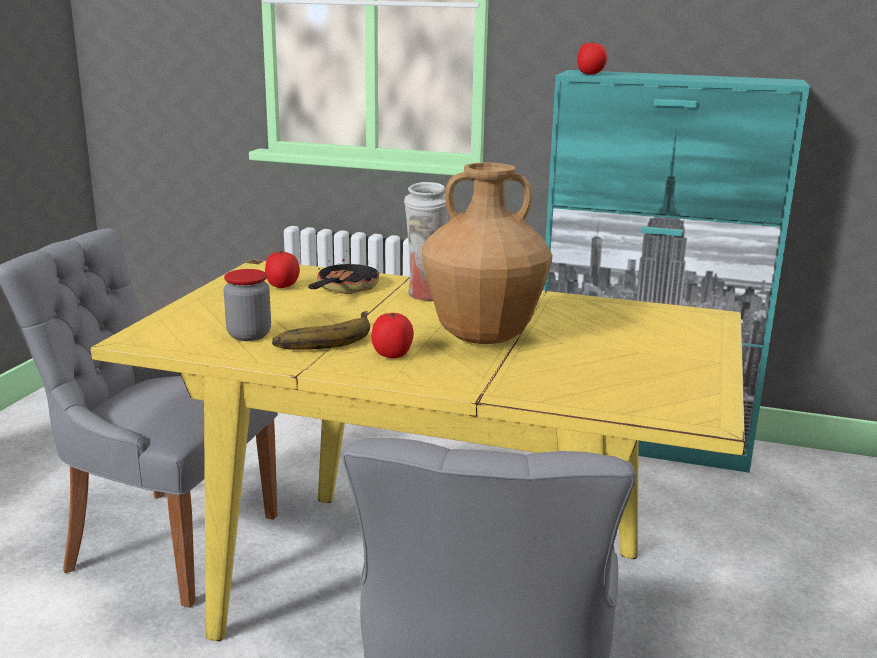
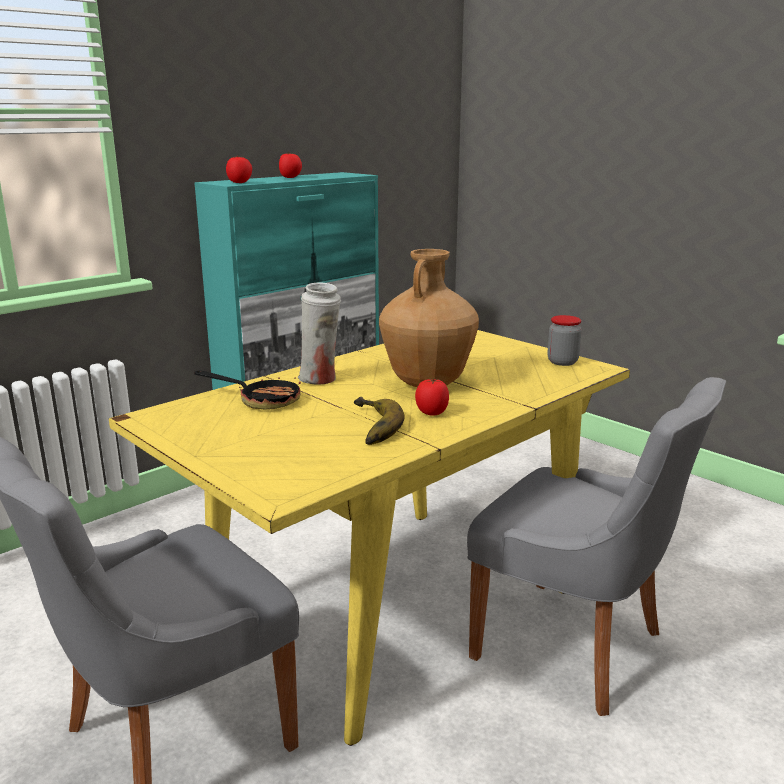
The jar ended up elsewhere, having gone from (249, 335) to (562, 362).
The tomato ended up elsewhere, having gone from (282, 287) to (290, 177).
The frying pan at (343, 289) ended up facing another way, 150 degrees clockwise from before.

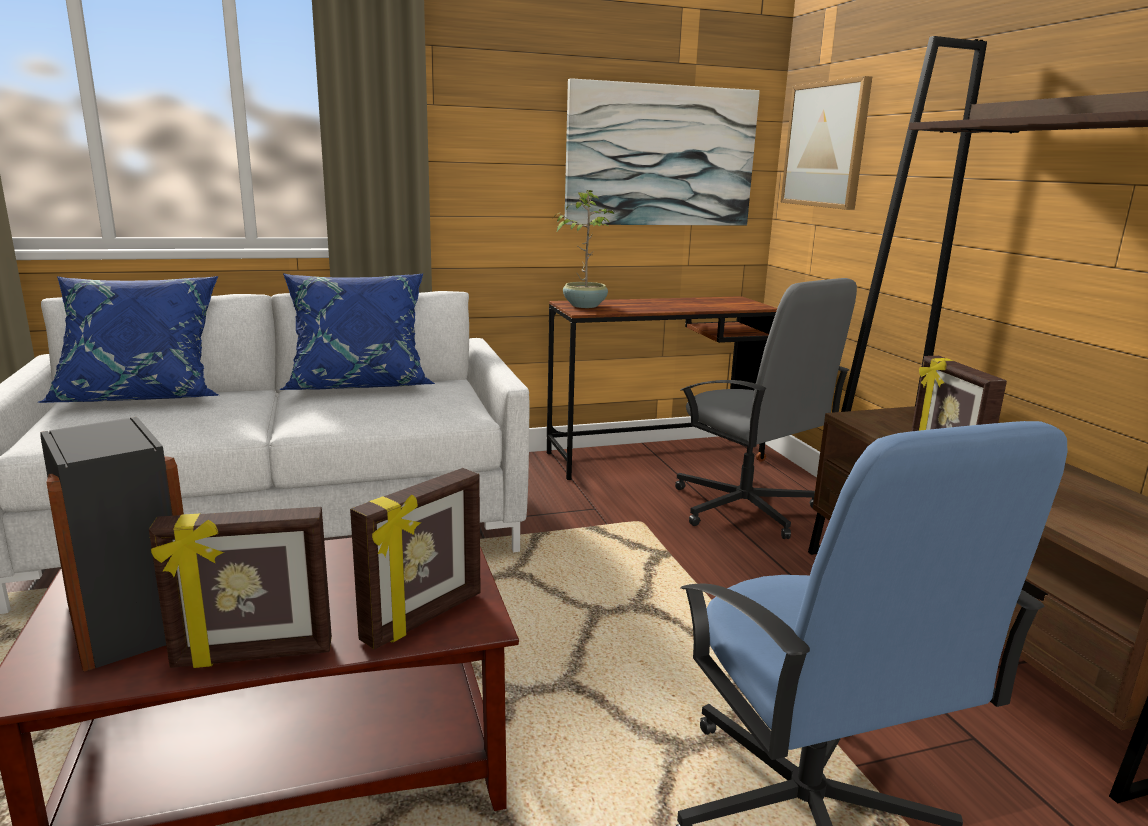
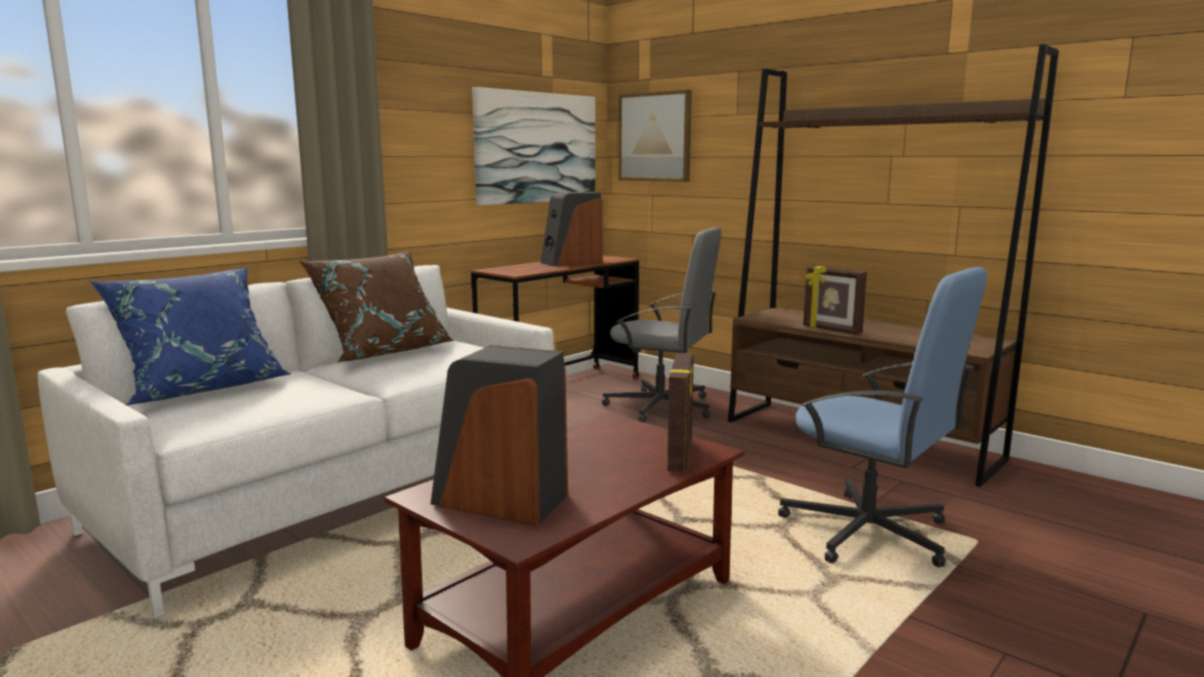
The second view lost the picture frame at (253, 656).
What was the blue pillow at (360, 384) turned into the brown pillow at (383, 352).
The second view lost the potted plant at (585, 305).
The second view gained the speaker at (571, 262).

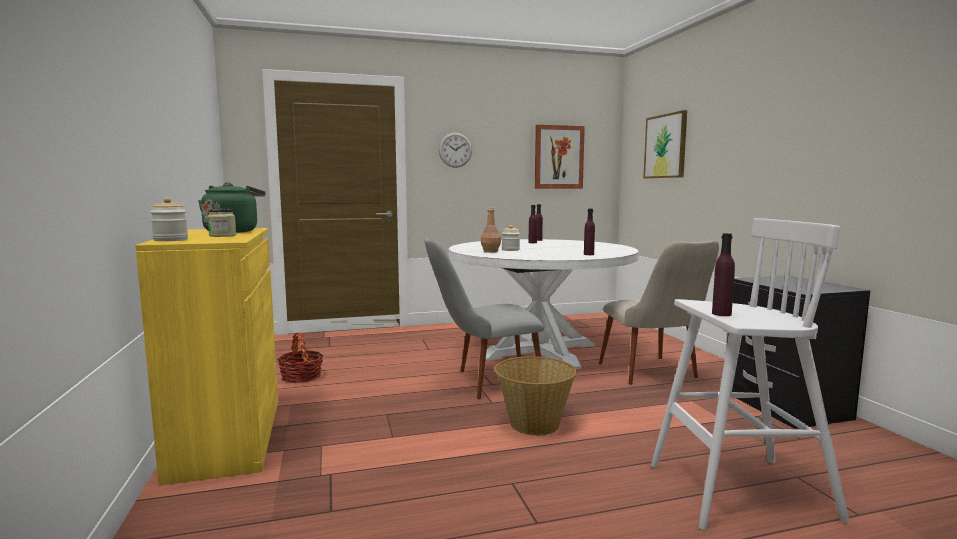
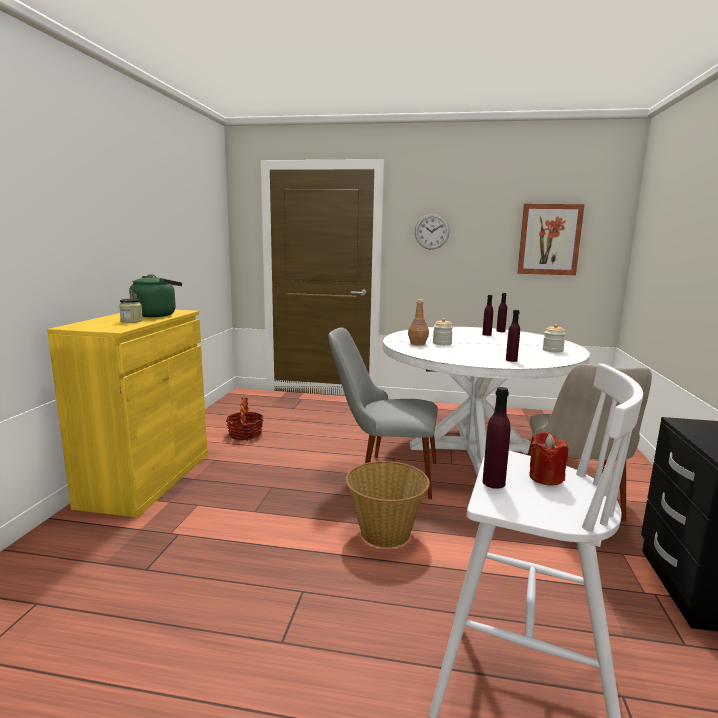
The jar ended up elsewhere, having gone from (170, 240) to (552, 350).
The second view lost the picture at (665, 146).
The second view gained the red candle at (545, 478).

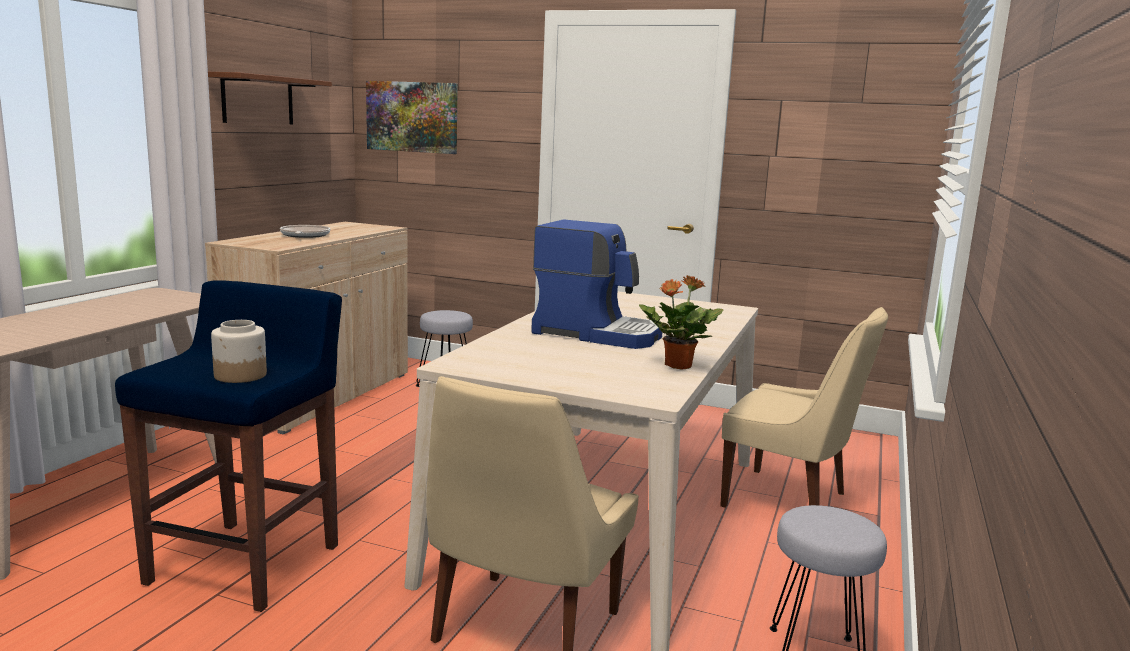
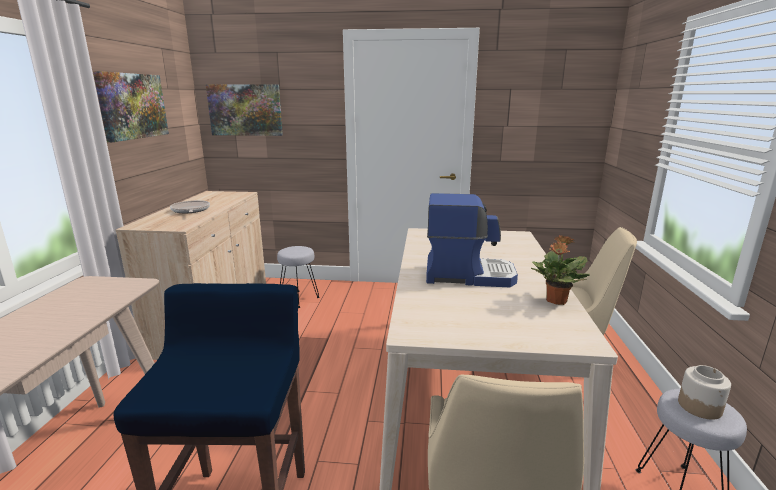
Where the brown shelf hung at (258, 100), the picture came to hang at (132, 106).
The jar ended up elsewhere, having gone from (241, 375) to (699, 406).

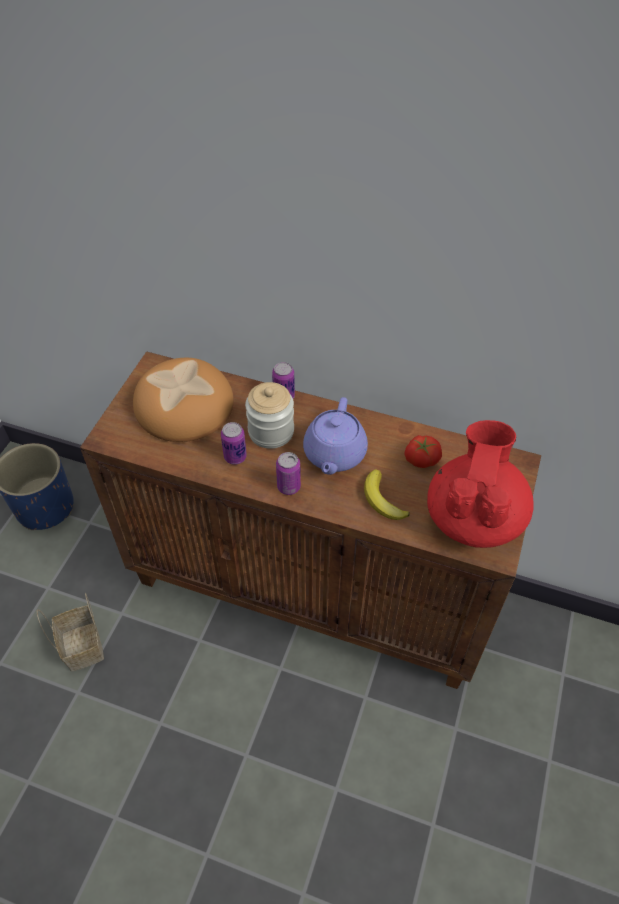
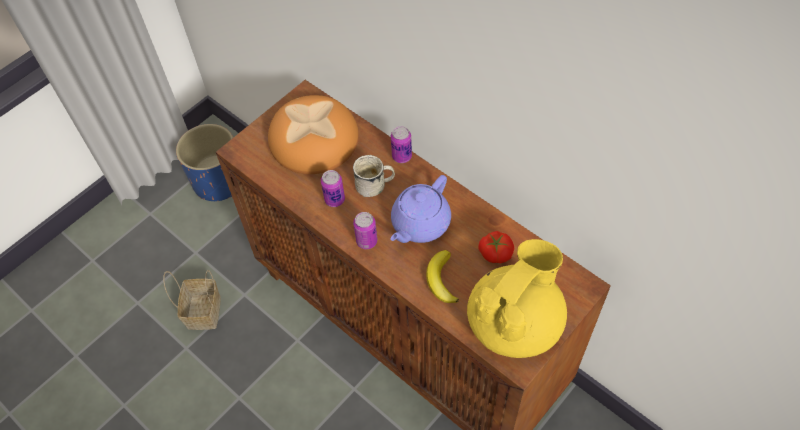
Where the jar stood at (271, 431), the white mug came to stand at (375, 186).
What was the red teapot at (474, 517) turned into the yellow teapot at (515, 323).

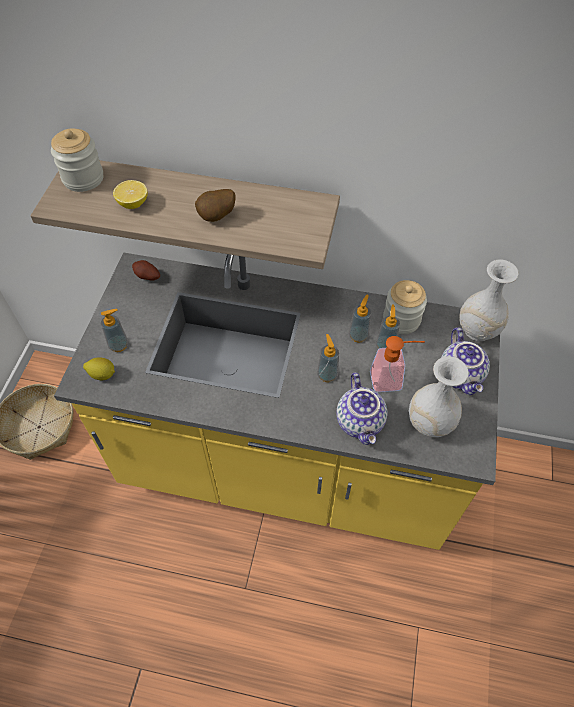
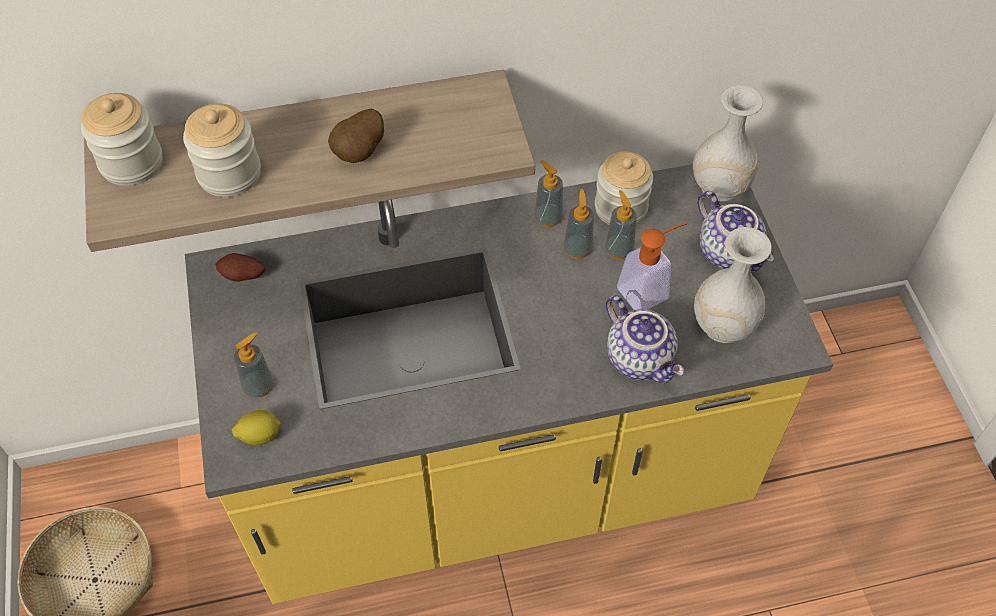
Where the lemon stood at (133, 203), the jar came to stand at (229, 174).
The soap dispenser ended up elsewhere, having gone from (327, 374) to (548, 218).

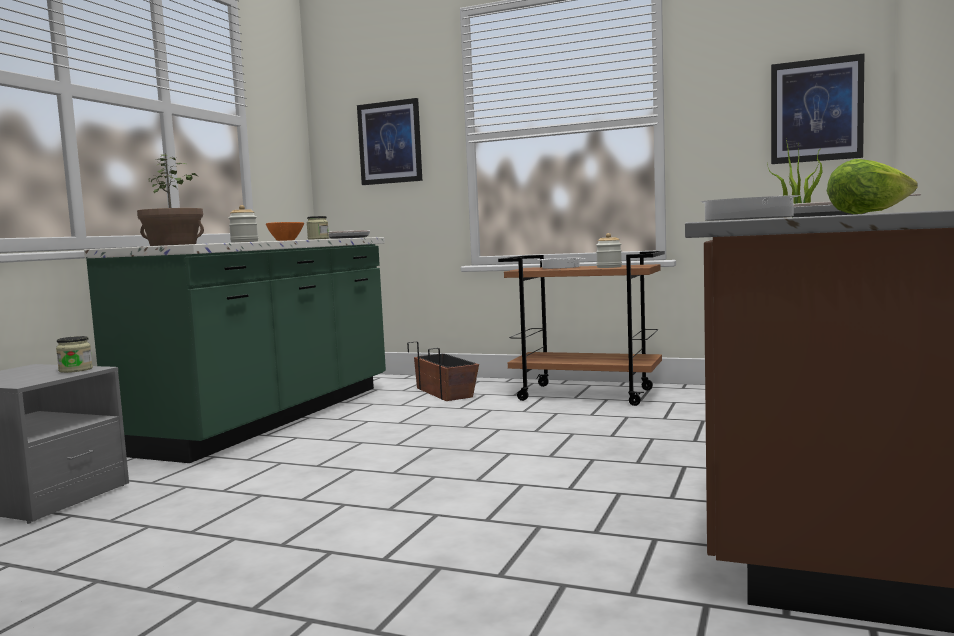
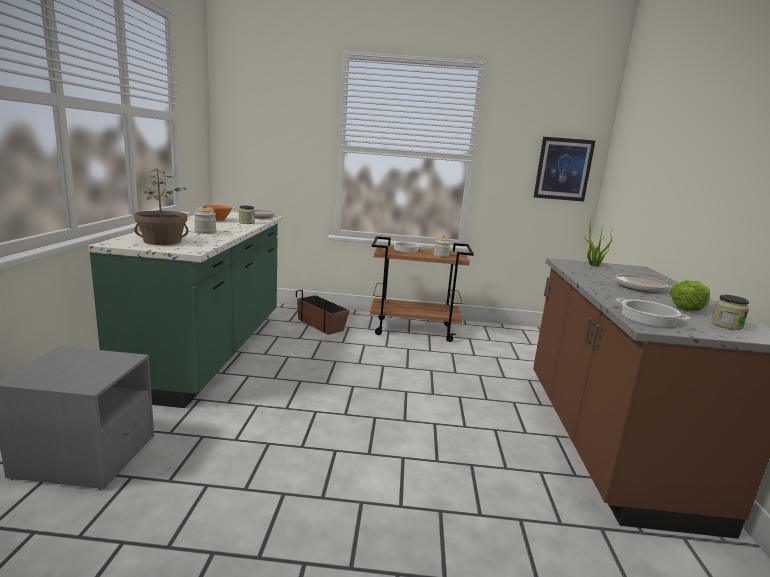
The jar ended up elsewhere, having gone from (75, 370) to (726, 325).
The second view lost the picture at (390, 142).

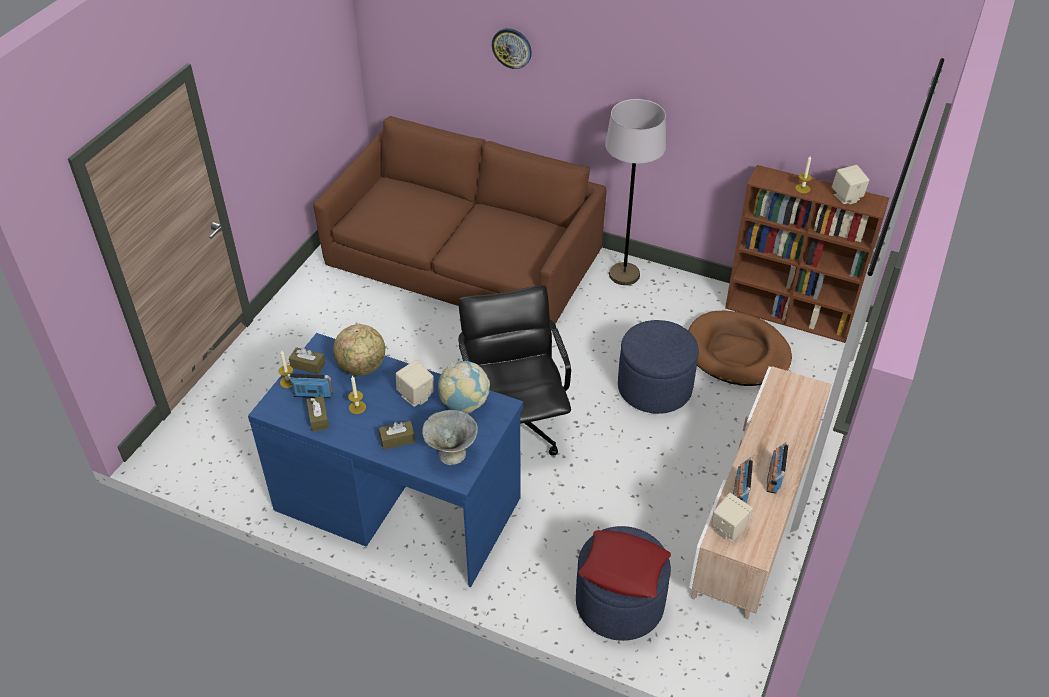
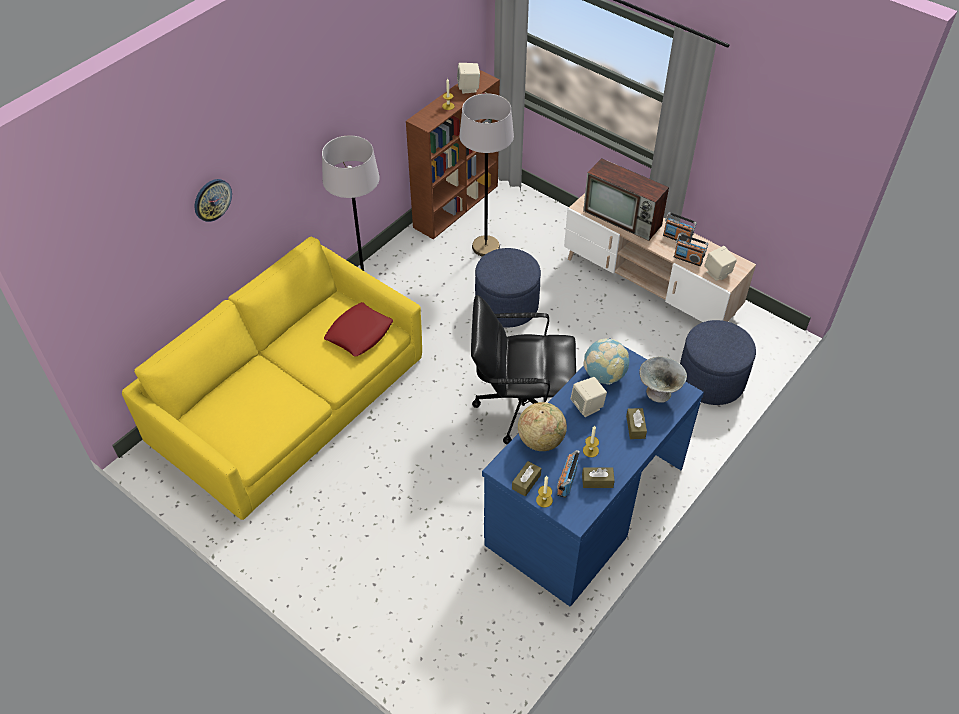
What was the brown sofa at (465, 259) turned into the yellow sofa at (288, 399).
The red pillow ended up elsewhere, having gone from (624, 568) to (359, 333).
Where the brown dog bed stood at (737, 352), the grey floor lamp came to stand at (485, 247).
The second view gained the television at (624, 218).

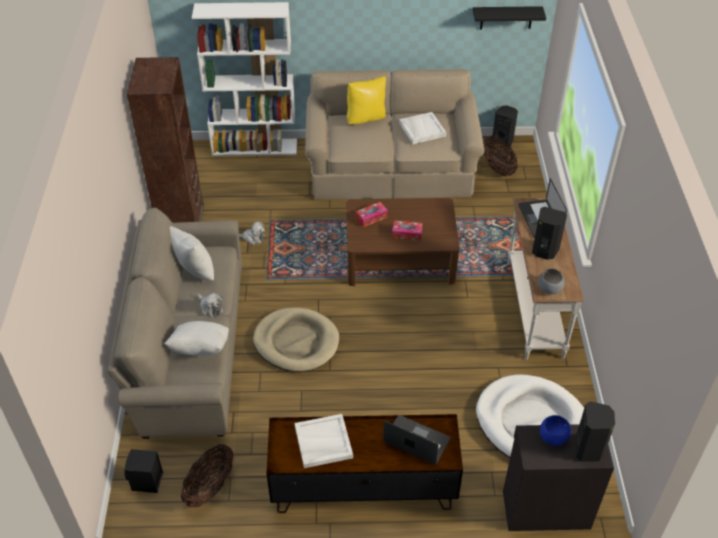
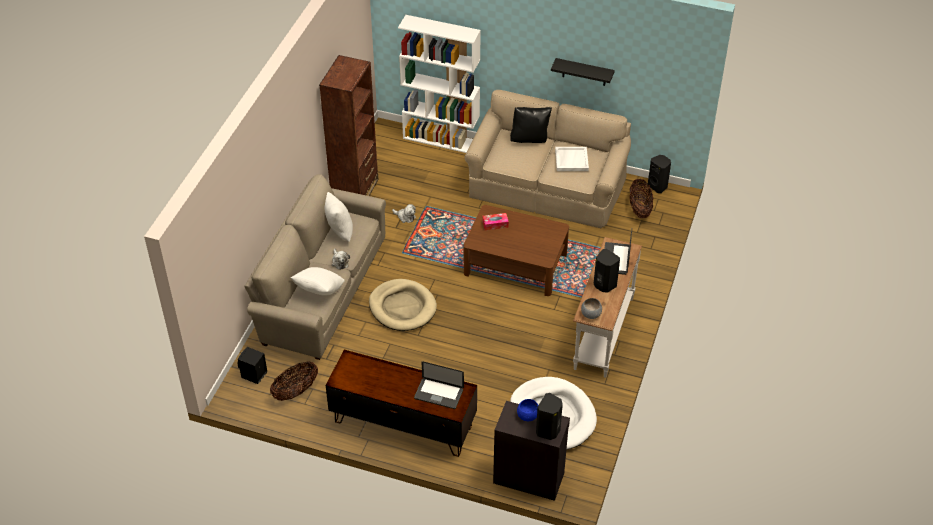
The second view lost the white tray at (323, 442).
What was the yellow pillow at (366, 118) turned into the black pillow at (529, 139).
The laptop at (416, 440) ended up facing another way, 150 degrees clockwise from before.
The second view lost the tissue box at (407, 234).
The black shelf ended up elsewhere, having gone from (506, 17) to (584, 72).

